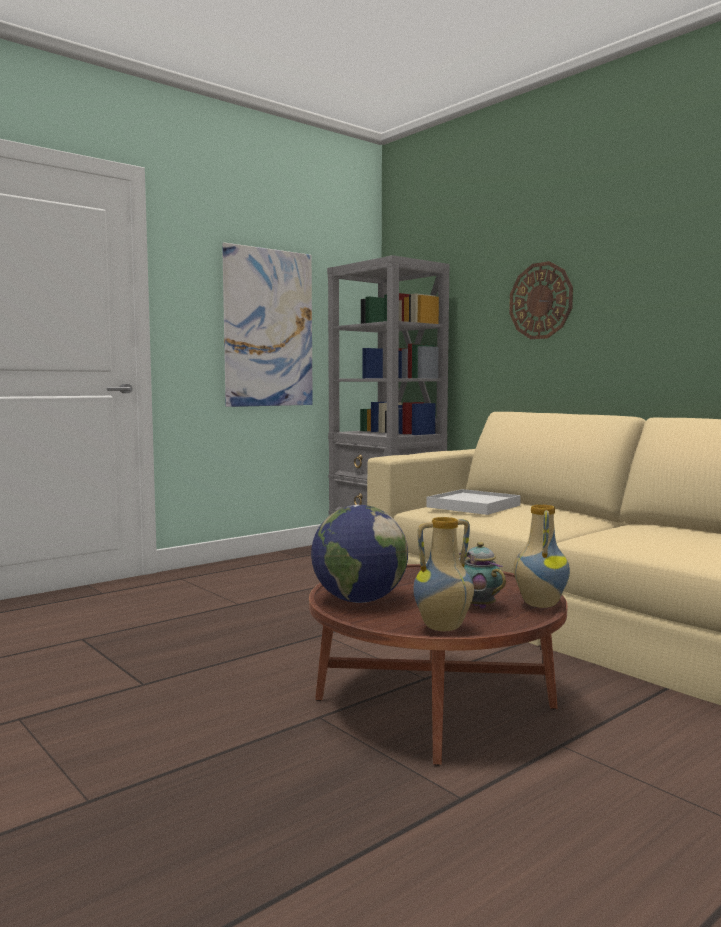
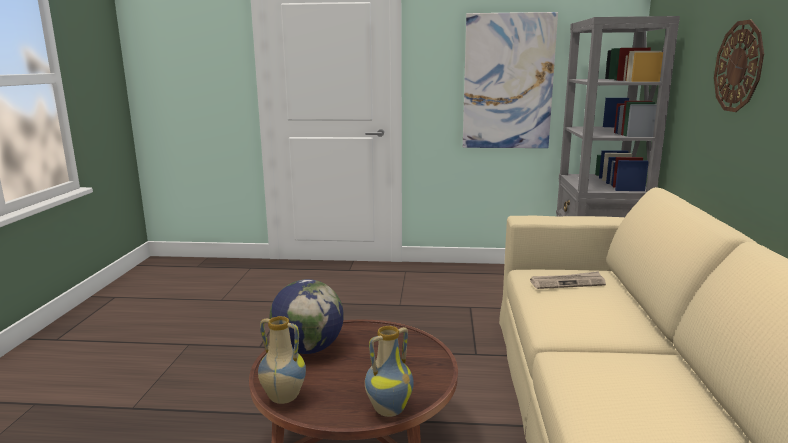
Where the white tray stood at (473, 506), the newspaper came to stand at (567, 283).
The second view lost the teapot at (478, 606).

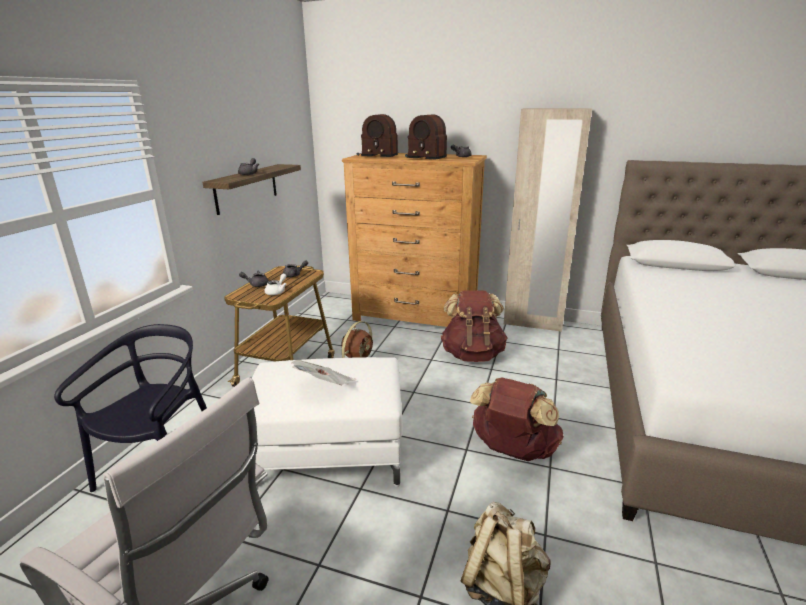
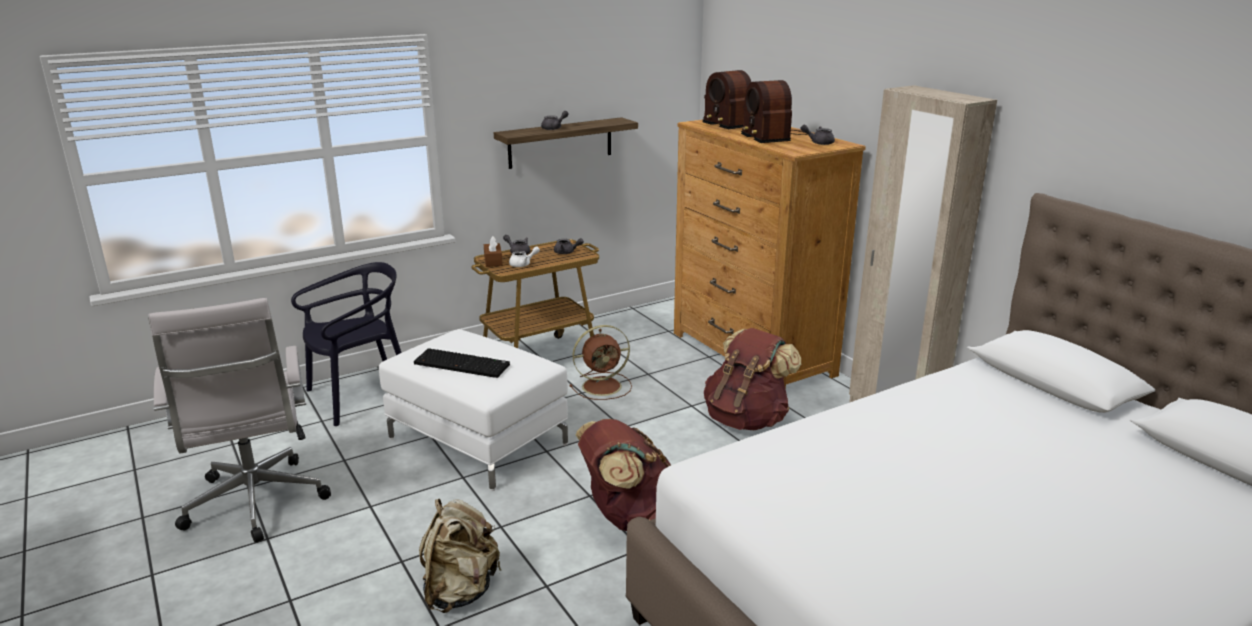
Where the newspaper stood at (325, 387), the keyboard came to stand at (463, 364).
The second view gained the brown tissue box at (493, 261).

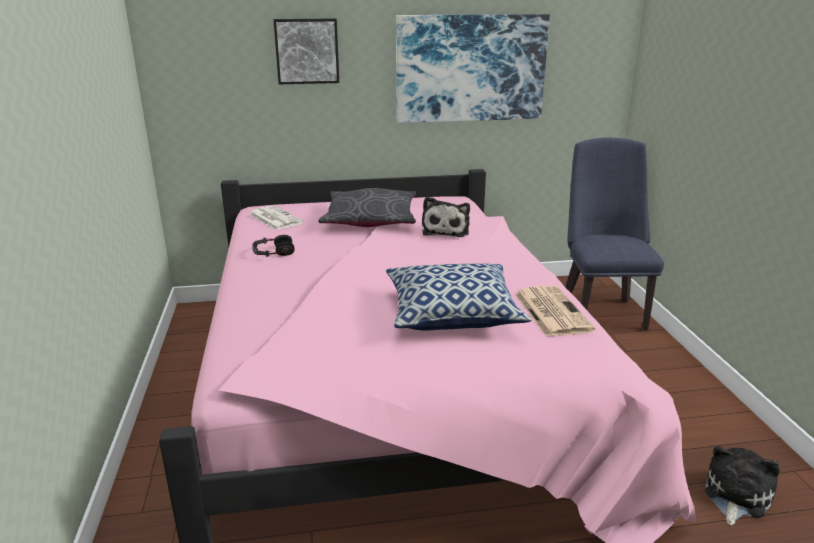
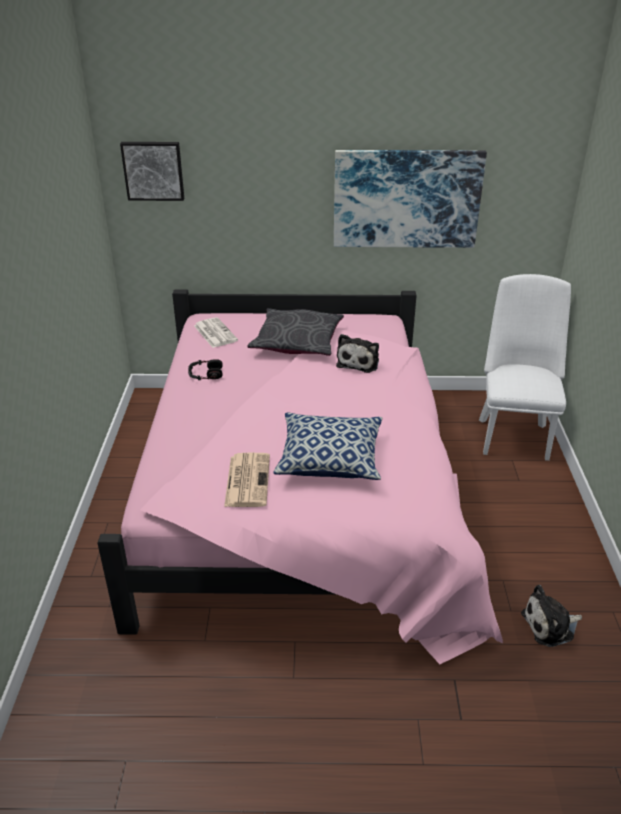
The picture ended up elsewhere, having gone from (307, 51) to (153, 170).
The newspaper ended up elsewhere, having gone from (550, 311) to (247, 480).
What was the blue chair at (600, 311) turned into the white chair at (513, 434).
The plush toy at (735, 496) ended up facing another way, 150 degrees counterclockwise from before.

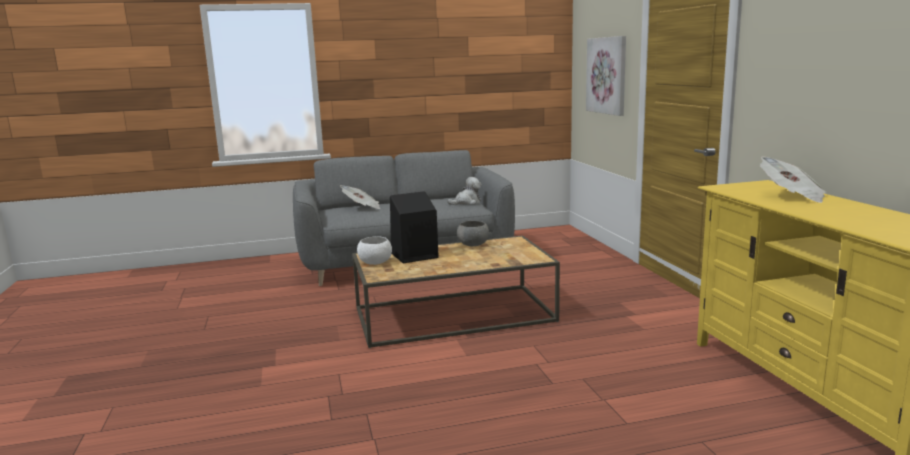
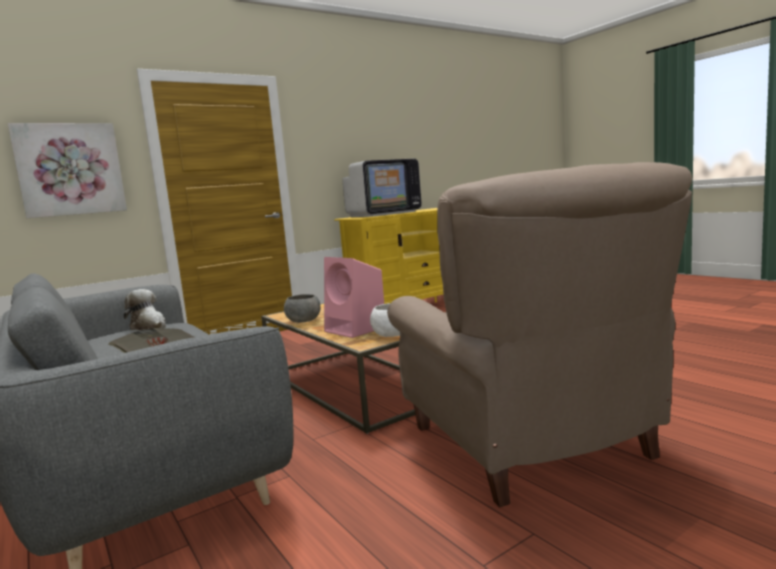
What was the black speaker at (413, 256) turned into the pink speaker at (356, 329).
Where the newspaper stood at (792, 196), the television came to stand at (384, 214).
The second view gained the beige armchair at (533, 445).

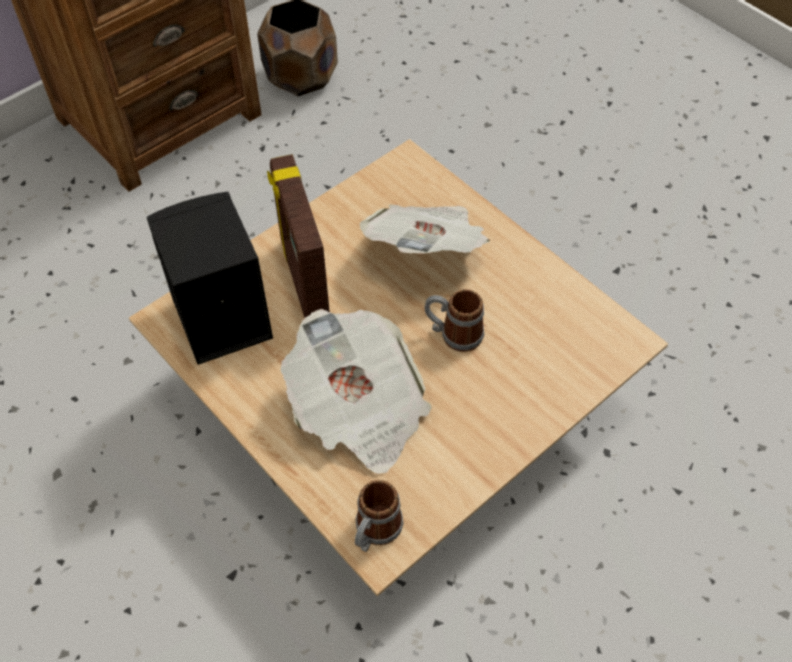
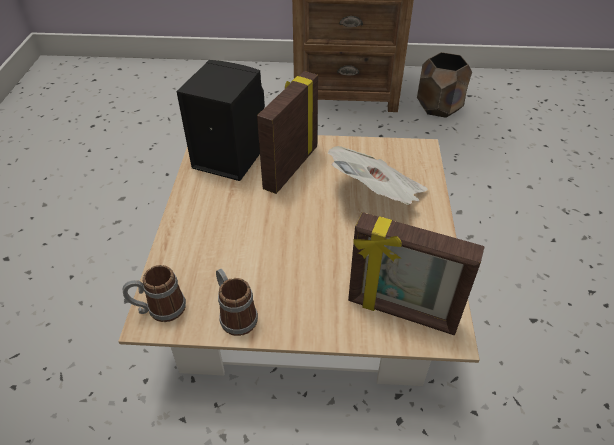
The second view lost the newspaper at (359, 410).
The mug ended up elsewhere, having gone from (453, 334) to (235, 315).
The second view gained the picture frame at (401, 312).

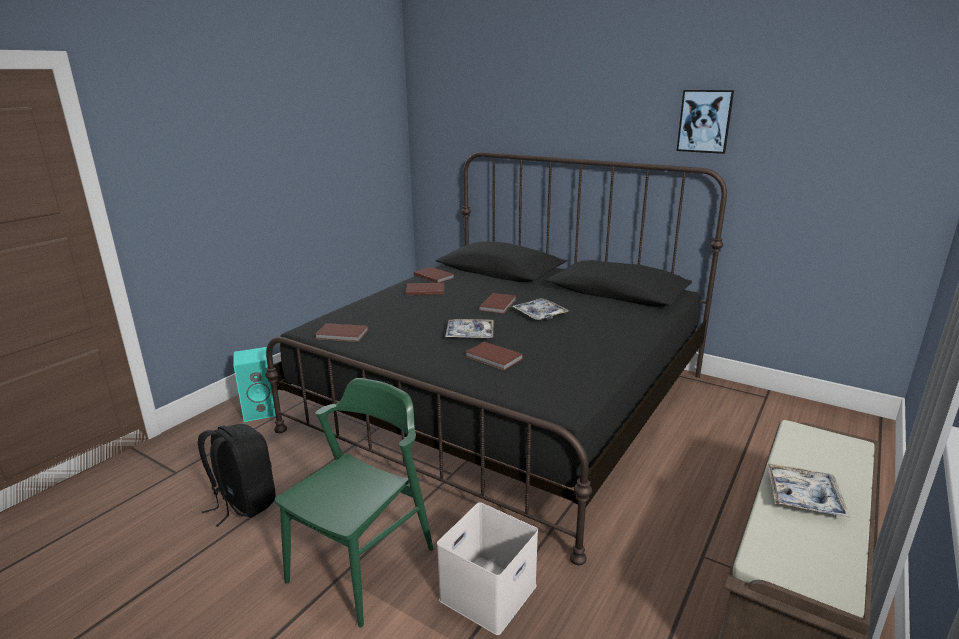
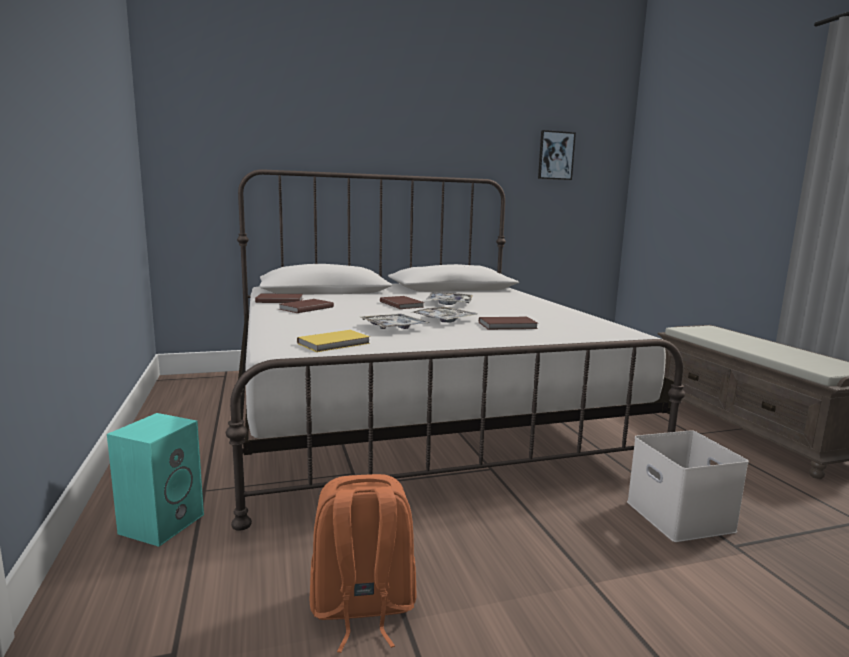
What was the black backpack at (243, 503) turned into the orange backpack at (362, 608).
What was the black bed at (505, 401) turned into the white bed at (414, 410).
The second view lost the green chair at (362, 564).
What was the brown book at (342, 335) turned into the yellow book at (335, 343).
The picture ended up elsewhere, having gone from (704, 121) to (555, 155).
The tray ended up elsewhere, having gone from (803, 497) to (393, 328).

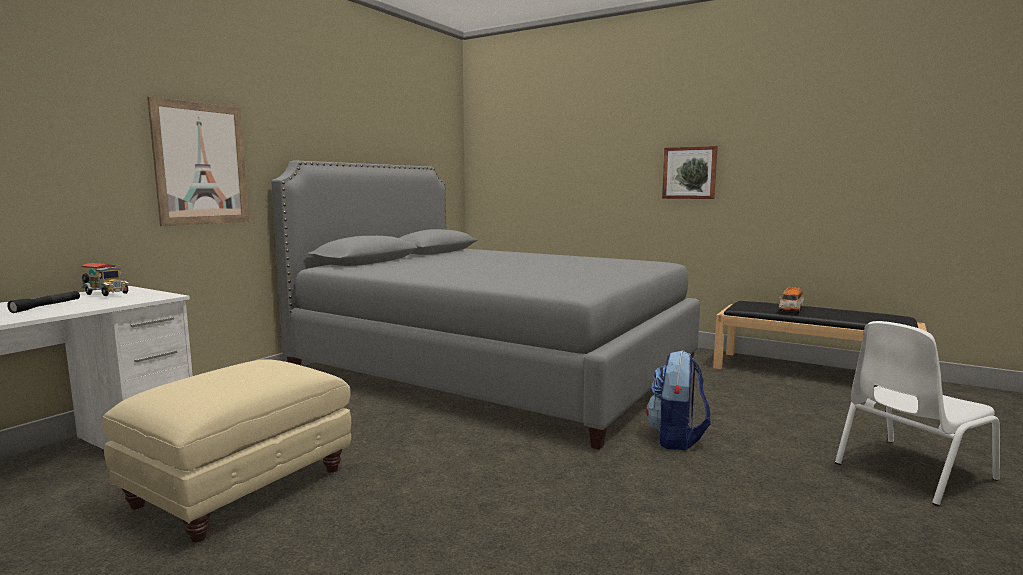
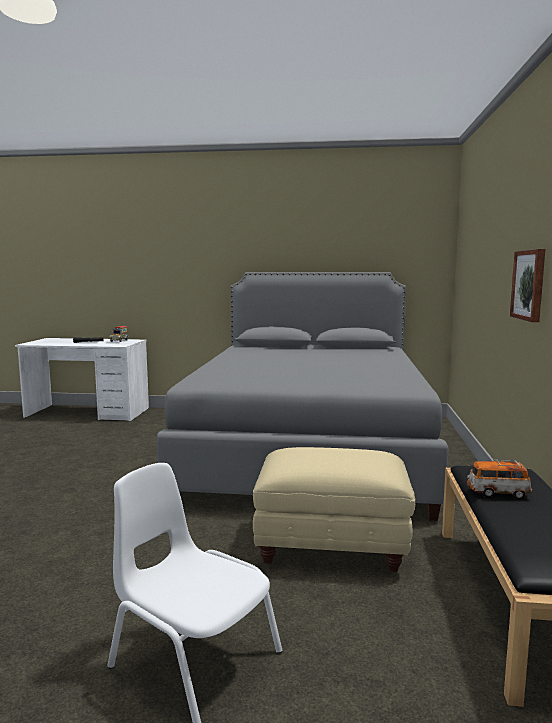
The beige ottoman ended up elsewhere, having gone from (243, 487) to (333, 545).
The second view lost the picture at (201, 164).
The second view lost the backpack at (677, 438).

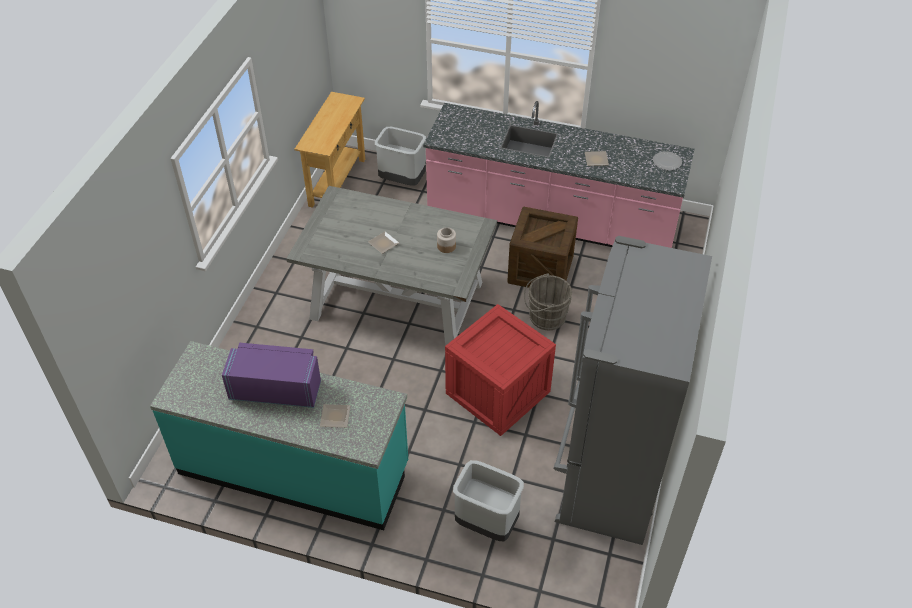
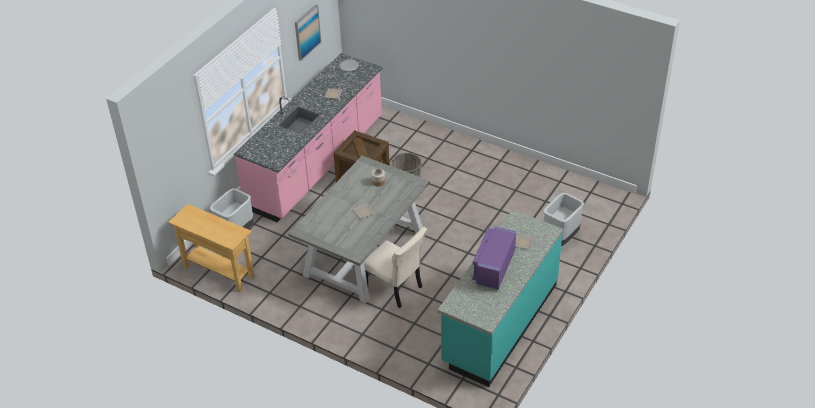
The second view lost the crate at (498, 393).
The second view lost the grey fridge at (608, 475).
The second view gained the picture at (307, 32).
The second view gained the beige chair at (395, 288).

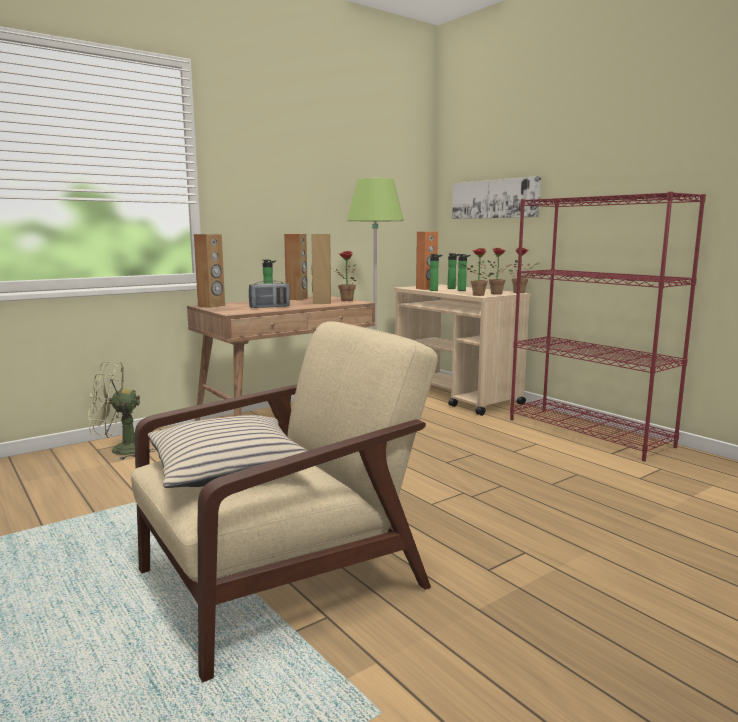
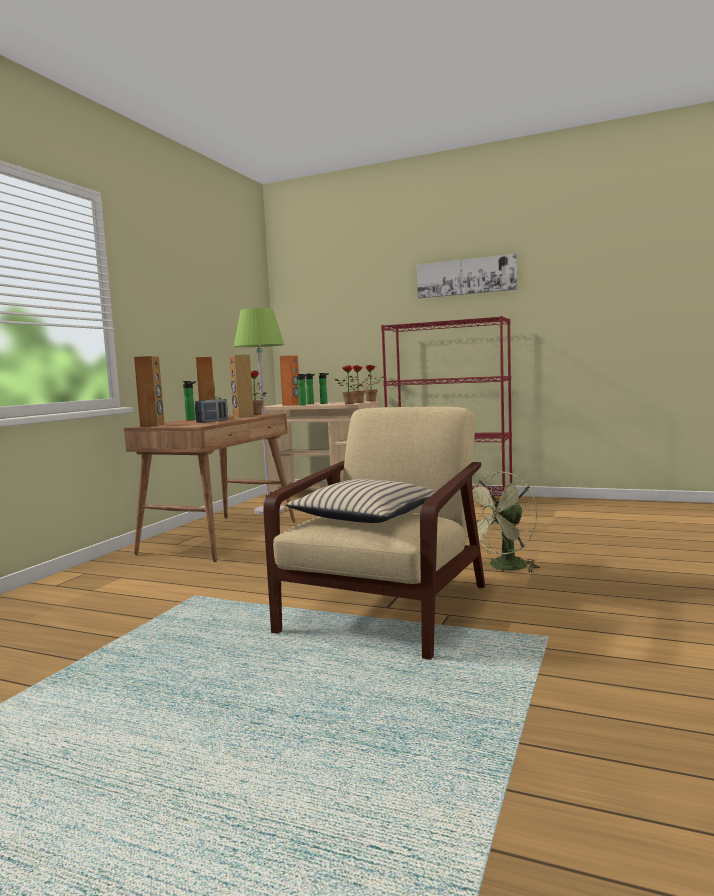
The green fan ended up elsewhere, having gone from (120, 450) to (504, 568).
The picture ended up elsewhere, having gone from (495, 199) to (466, 277).

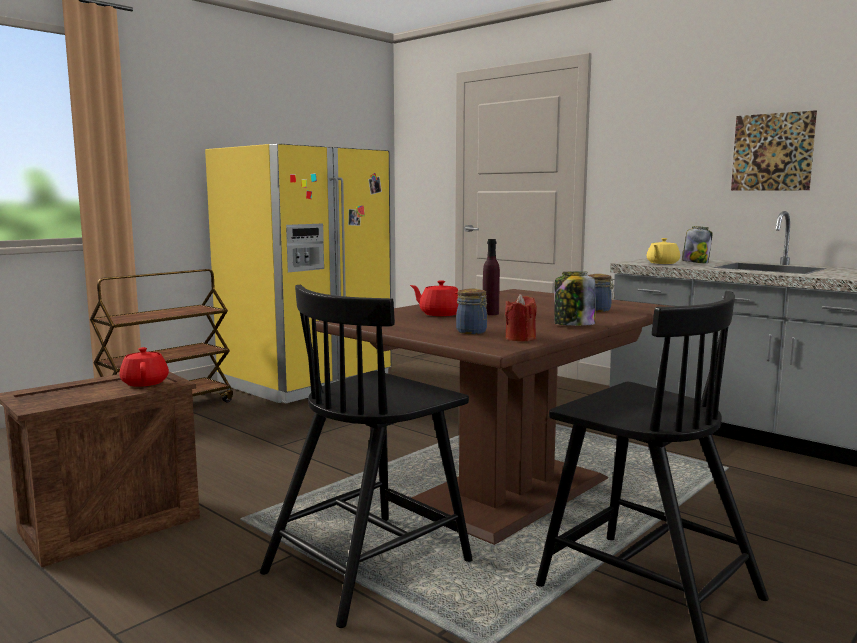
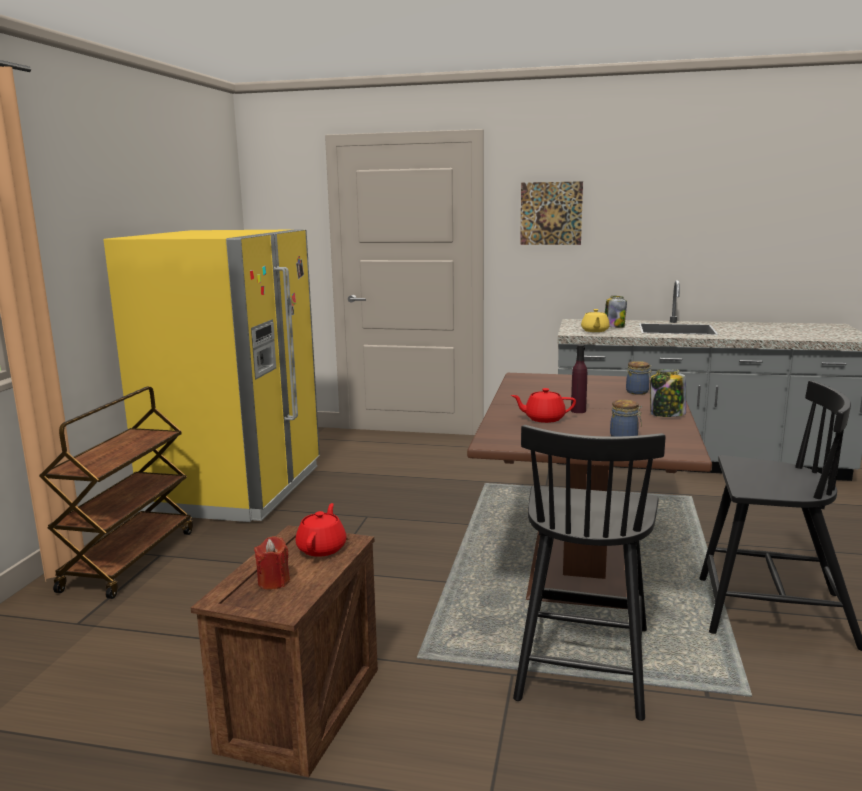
The red teapot at (145, 382) ended up facing another way, 60 degrees clockwise from before.
The red candle ended up elsewhere, having gone from (520, 338) to (273, 582).
The picture ended up elsewhere, having gone from (772, 152) to (551, 213).

